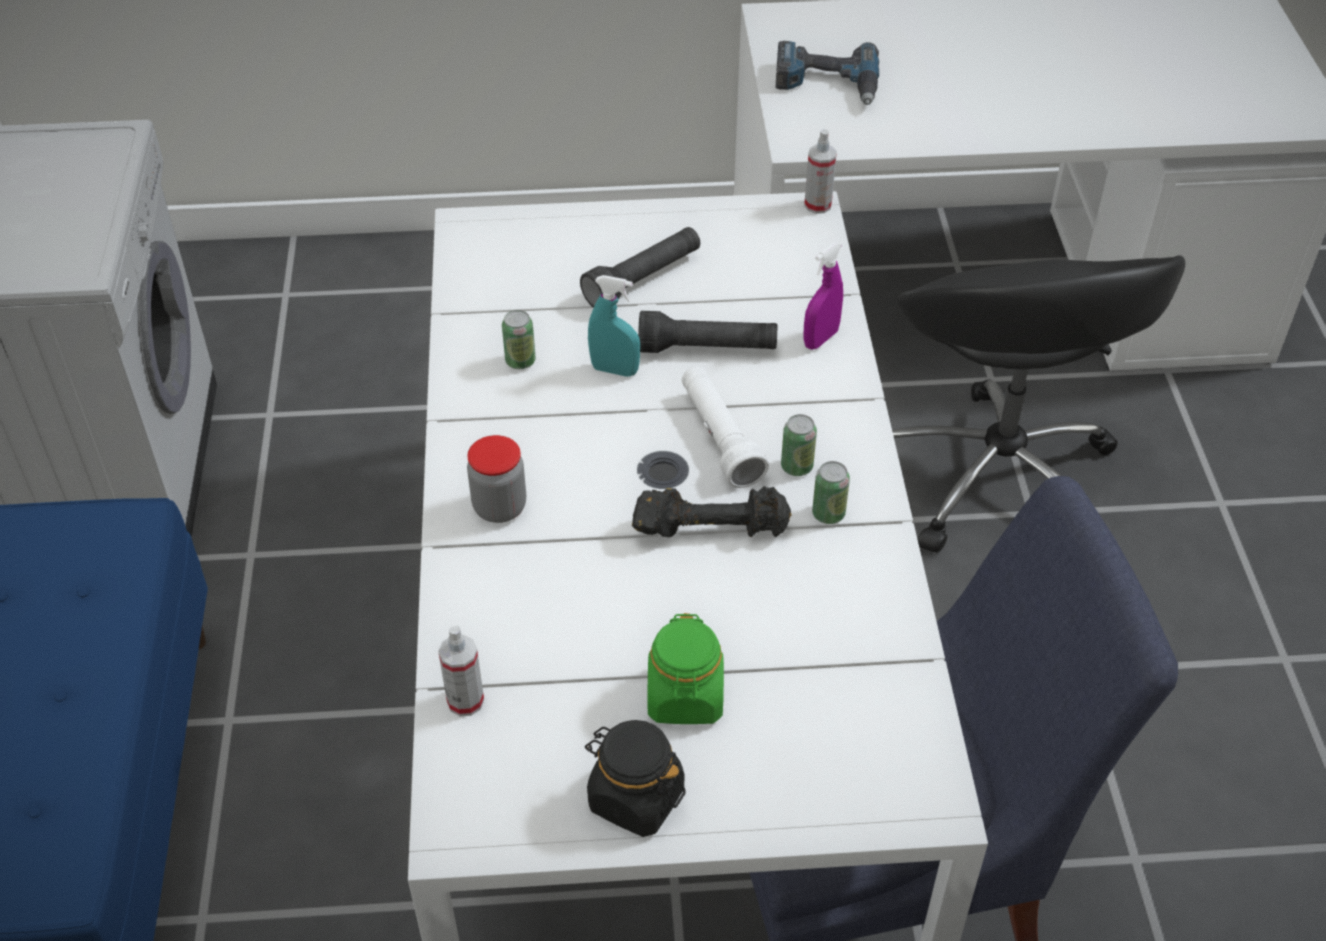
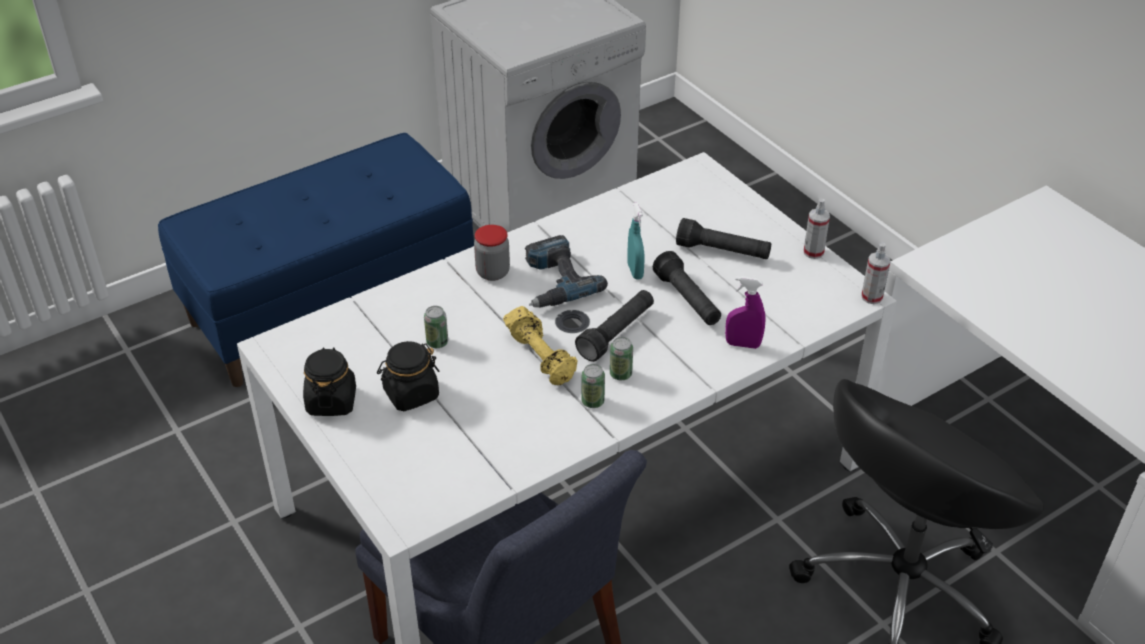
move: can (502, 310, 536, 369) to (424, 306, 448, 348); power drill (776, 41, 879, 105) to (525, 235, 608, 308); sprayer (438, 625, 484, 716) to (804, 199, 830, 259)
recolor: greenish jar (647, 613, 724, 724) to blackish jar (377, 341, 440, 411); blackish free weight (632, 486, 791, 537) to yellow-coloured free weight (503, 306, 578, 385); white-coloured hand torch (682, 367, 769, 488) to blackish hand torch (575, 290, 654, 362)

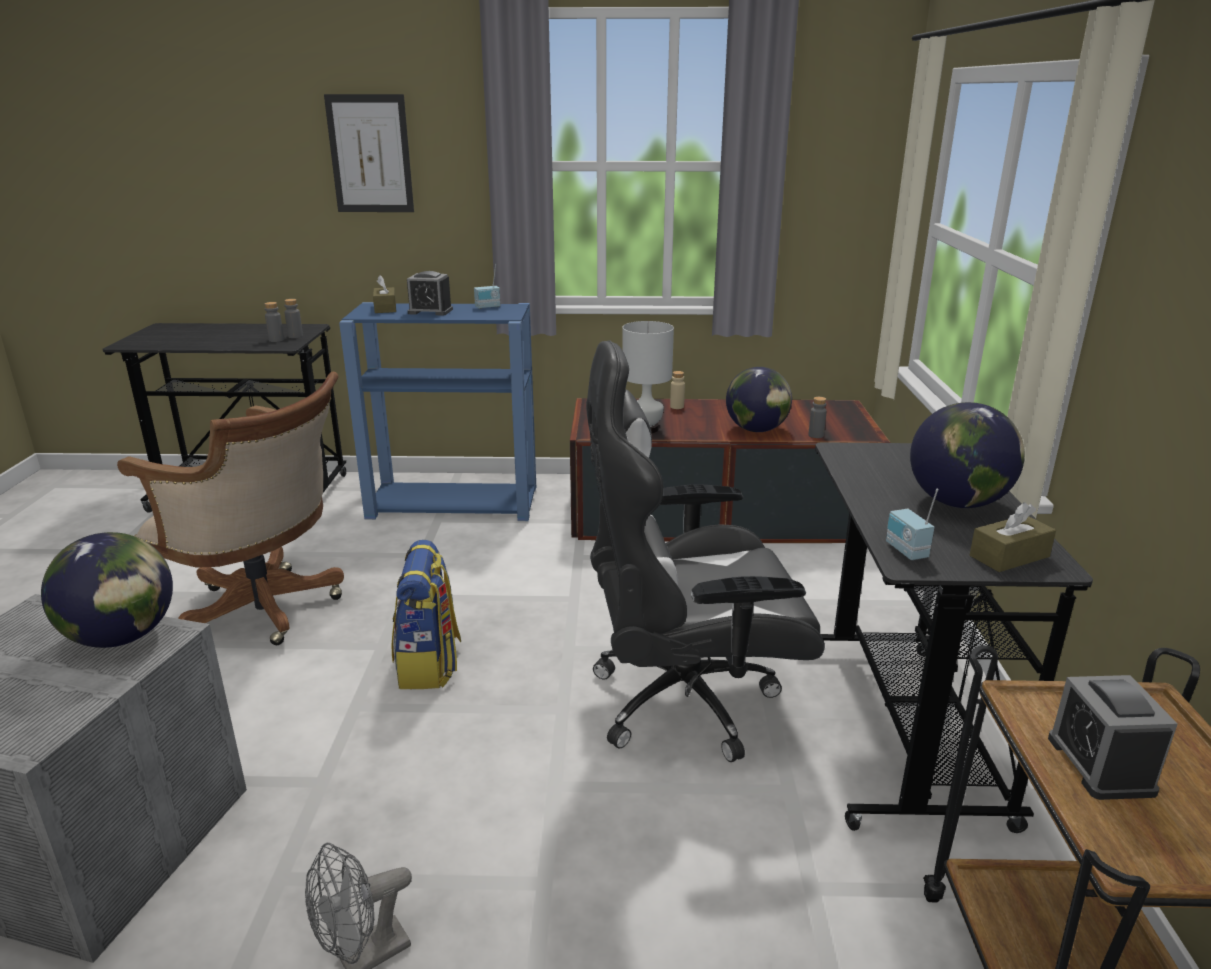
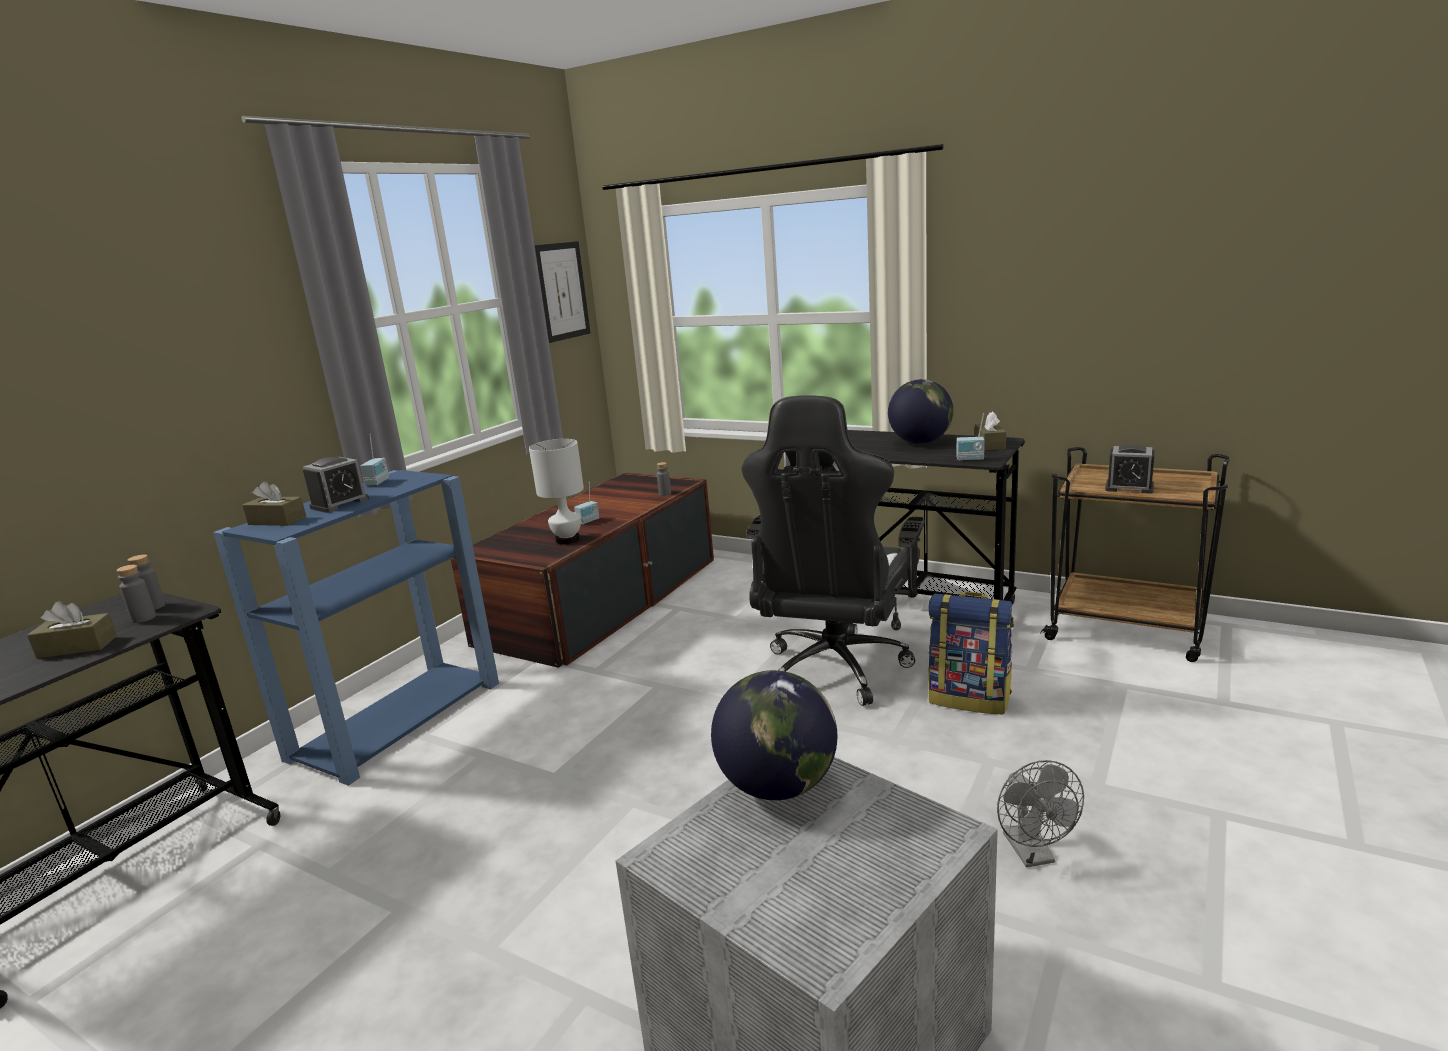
delete: computer chair (117, 372, 344, 645); beige-coloured bottle (670, 371, 685, 409); world globe (726, 367, 792, 432)
insert: brownish tissue box (27, 601, 117, 659); radio receiver (574, 482, 599, 525)
move: wall art (324, 94, 414, 212) to (535, 241, 591, 343); rucksack (391, 540, 461, 689) to (928, 592, 1014, 715)

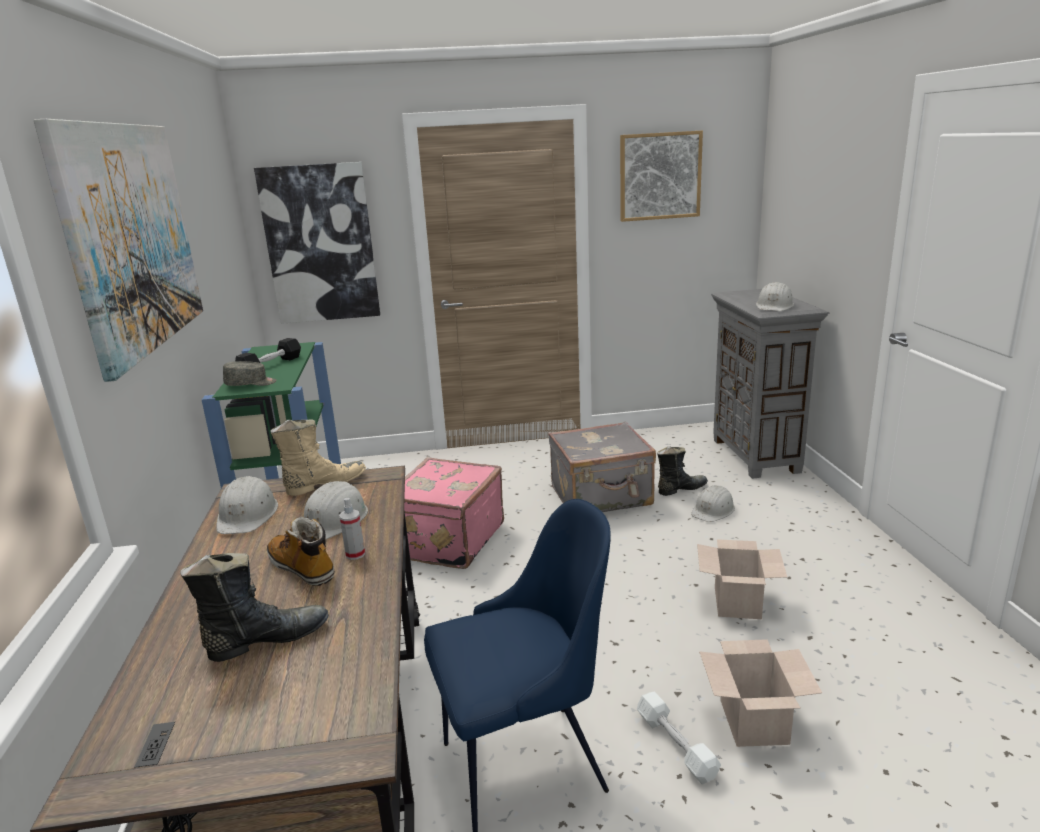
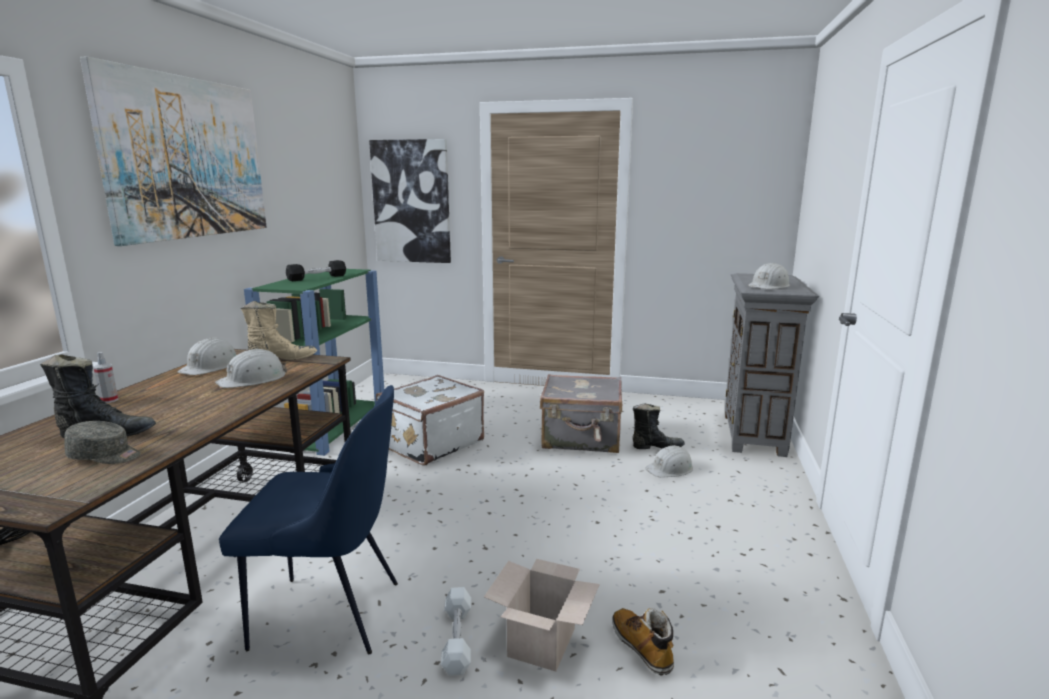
delete: wall art (620, 131, 703, 222); cardboard box (697, 539, 787, 619)
move: grey baseball cap (223, 361, 277, 386) to (64, 421, 140, 464); sprayer (339, 498, 365, 560) to (93, 352, 118, 403); high-top boot (267, 516, 335, 586) to (612, 608, 674, 676)
recolor: pink suitcase (404, 457, 504, 569) to white-coloured suitcase (376, 375, 484, 465)

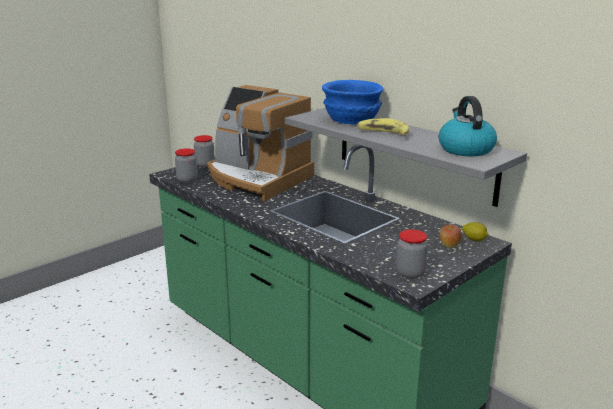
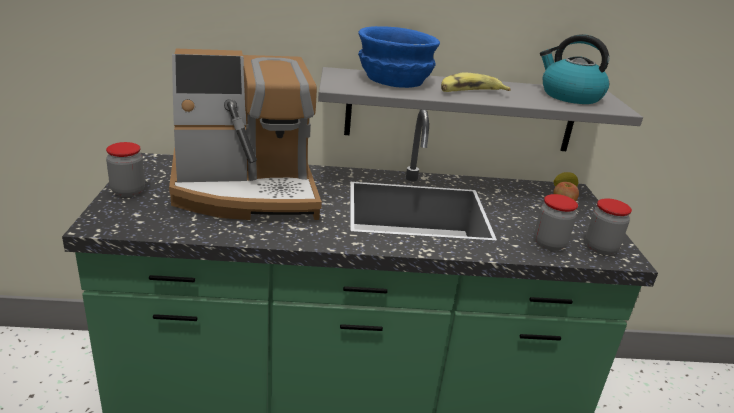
move: jar (175, 148, 198, 183) to (534, 194, 578, 251)

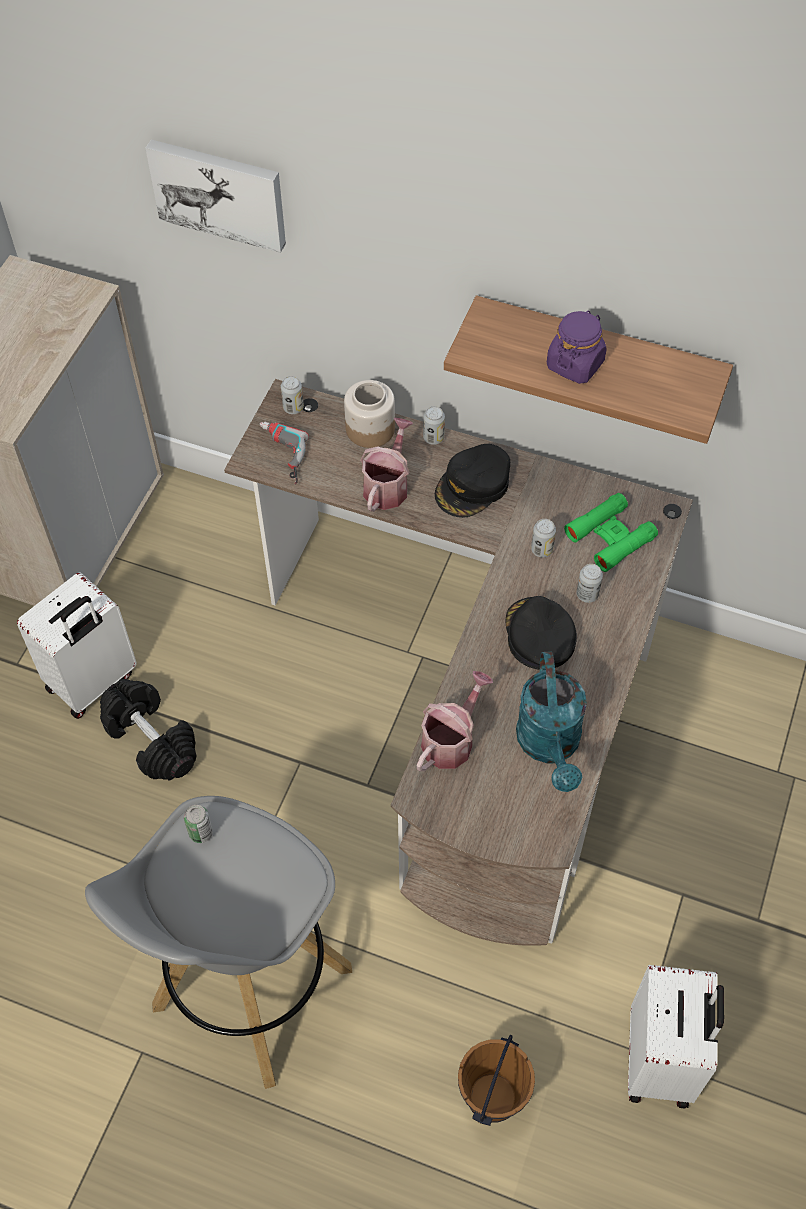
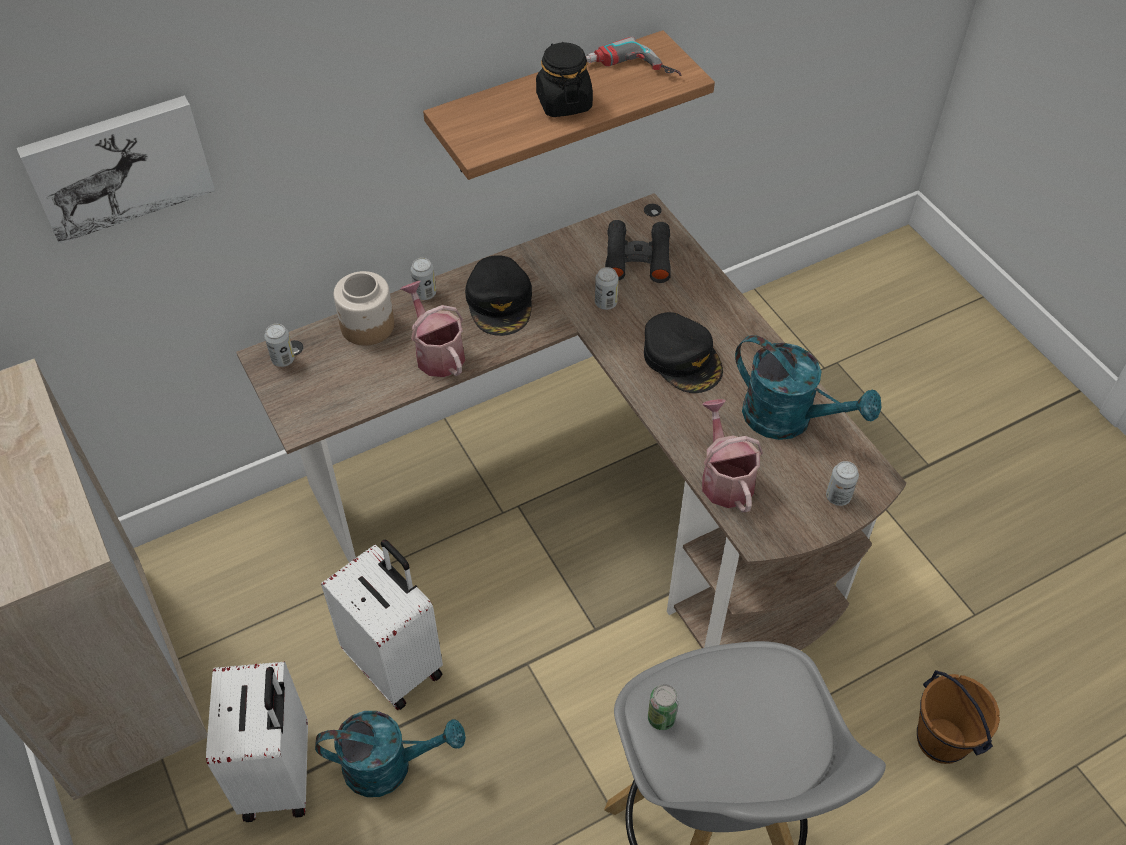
move: white-coloured suitcase (628, 965, 724, 1109) to (321, 540, 443, 710); power drill (259, 422, 309, 485) to (586, 37, 681, 76); can (577, 564, 603, 603) to (826, 461, 859, 506)
replace: blackish free weight (100, 679, 196, 780) to turquoise watering pot (315, 711, 466, 797)
recolor: purple jar (547, 310, 607, 384) to blackish jar (536, 42, 593, 117); greenish field glasses (564, 493, 658, 572) to blackish field glasses (605, 220, 671, 283)
rotate: blackish baseball cap (506, 596, 577, 670) = (644, 312, 723, 393) 150 degrees counterclockwise

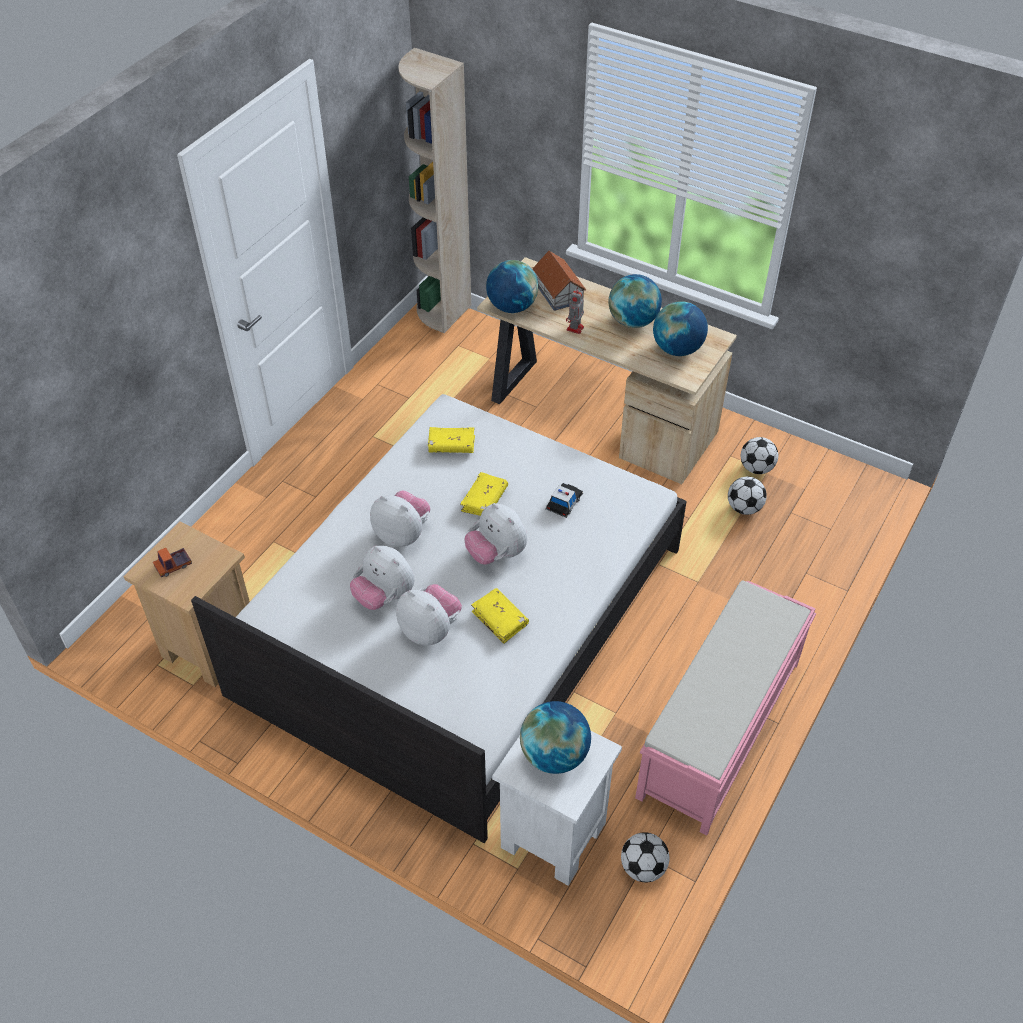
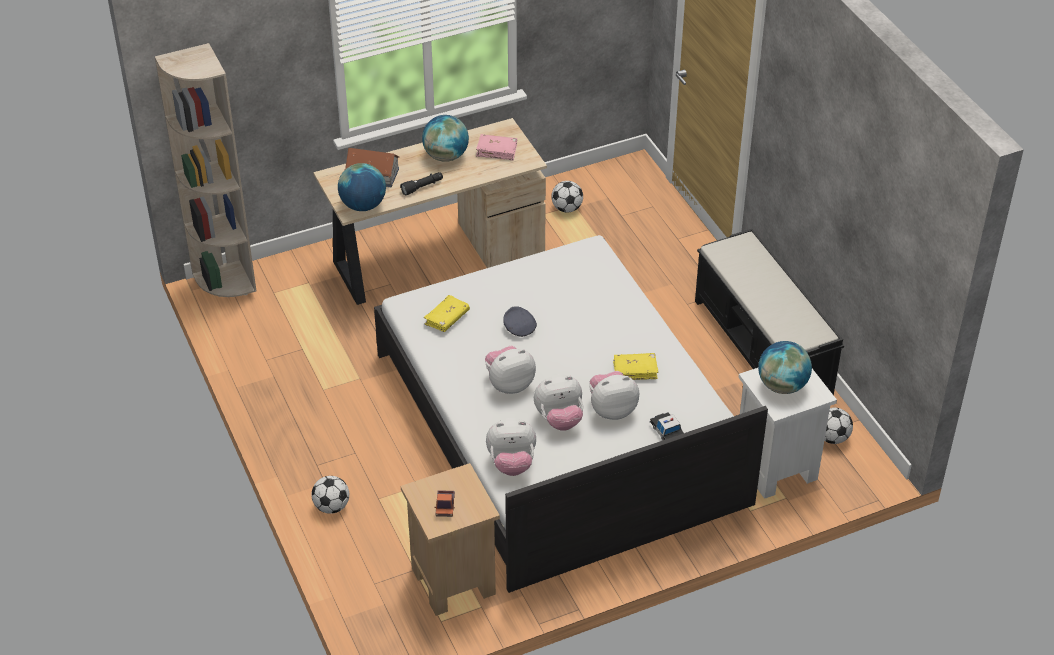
move: football ball (728, 477, 767, 515) to (311, 476, 349, 514); plush toy (465, 503, 527, 565) to (486, 418, 536, 476); model car (545, 483, 583, 518) to (649, 412, 683, 441)
replace: model robot (566, 289, 584, 334) to blackish hand torch (400, 172, 443, 196); world globe (653, 301, 708, 356) to pink bound book (476, 134, 517, 160); yellow-coloured bound book (460, 472, 508, 516) to grey baseball cap (503, 306, 537, 337)
recolor: pink bench (635, 580, 816, 836) to blackish bench (695, 229, 844, 395)

